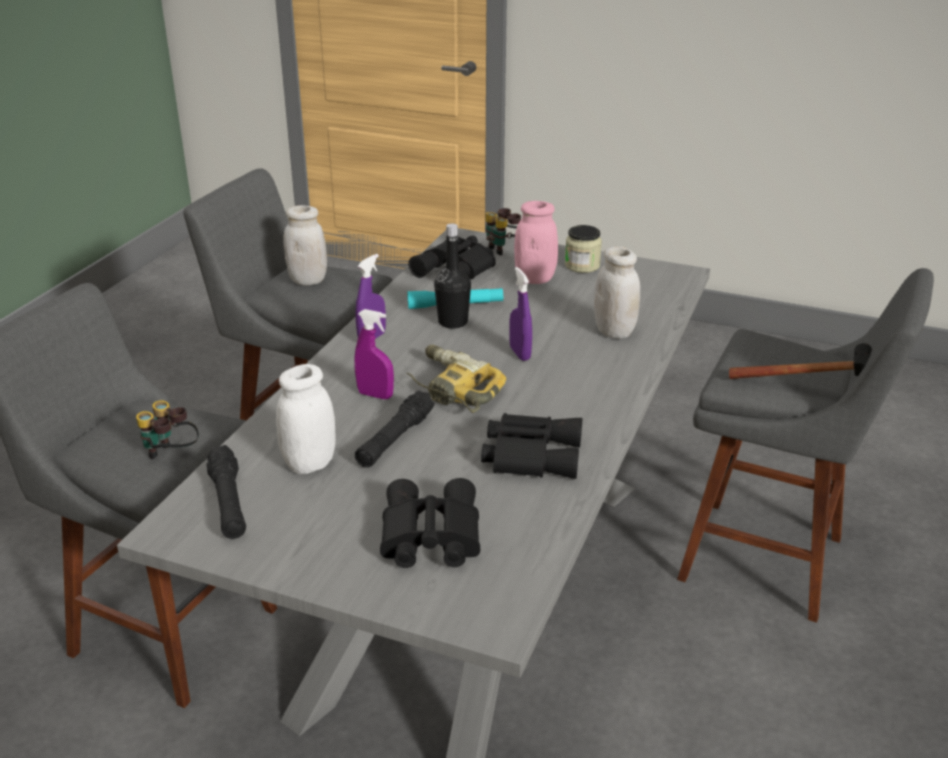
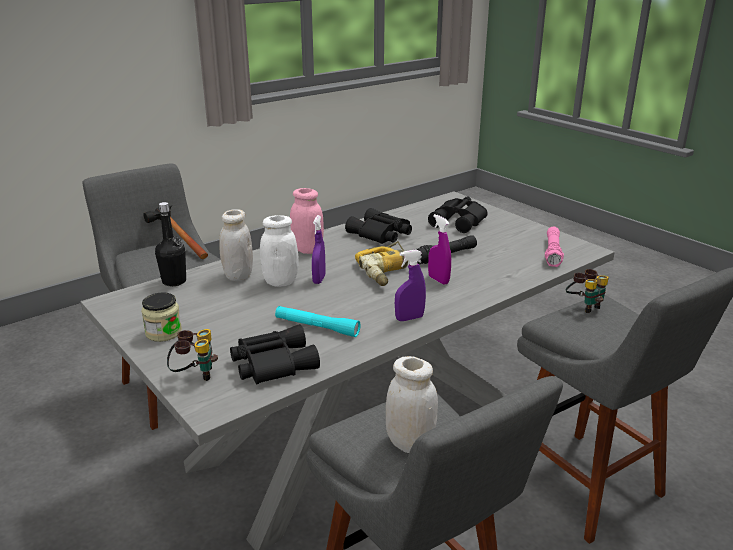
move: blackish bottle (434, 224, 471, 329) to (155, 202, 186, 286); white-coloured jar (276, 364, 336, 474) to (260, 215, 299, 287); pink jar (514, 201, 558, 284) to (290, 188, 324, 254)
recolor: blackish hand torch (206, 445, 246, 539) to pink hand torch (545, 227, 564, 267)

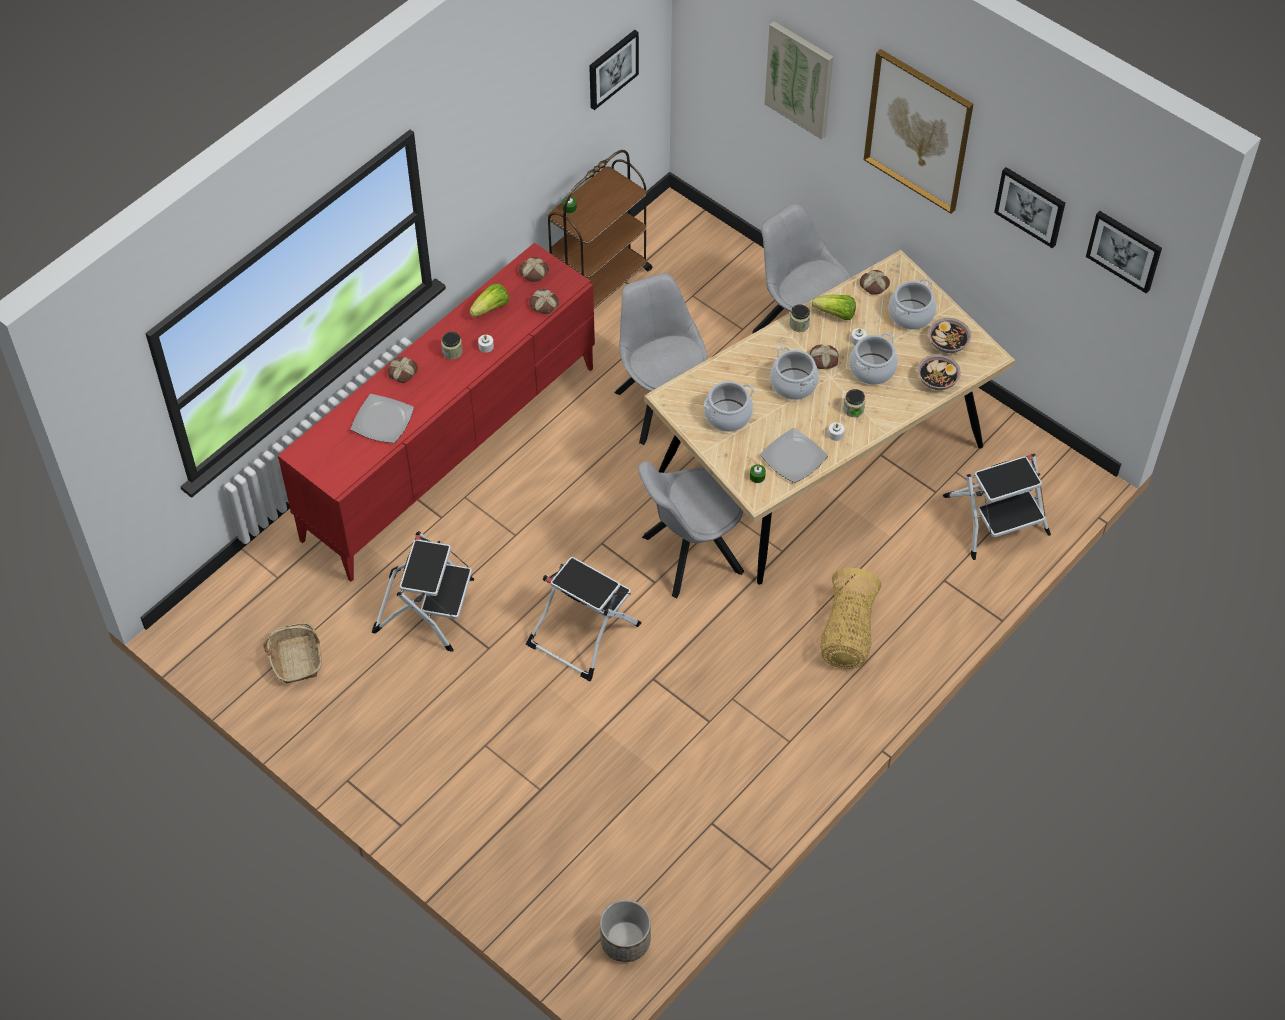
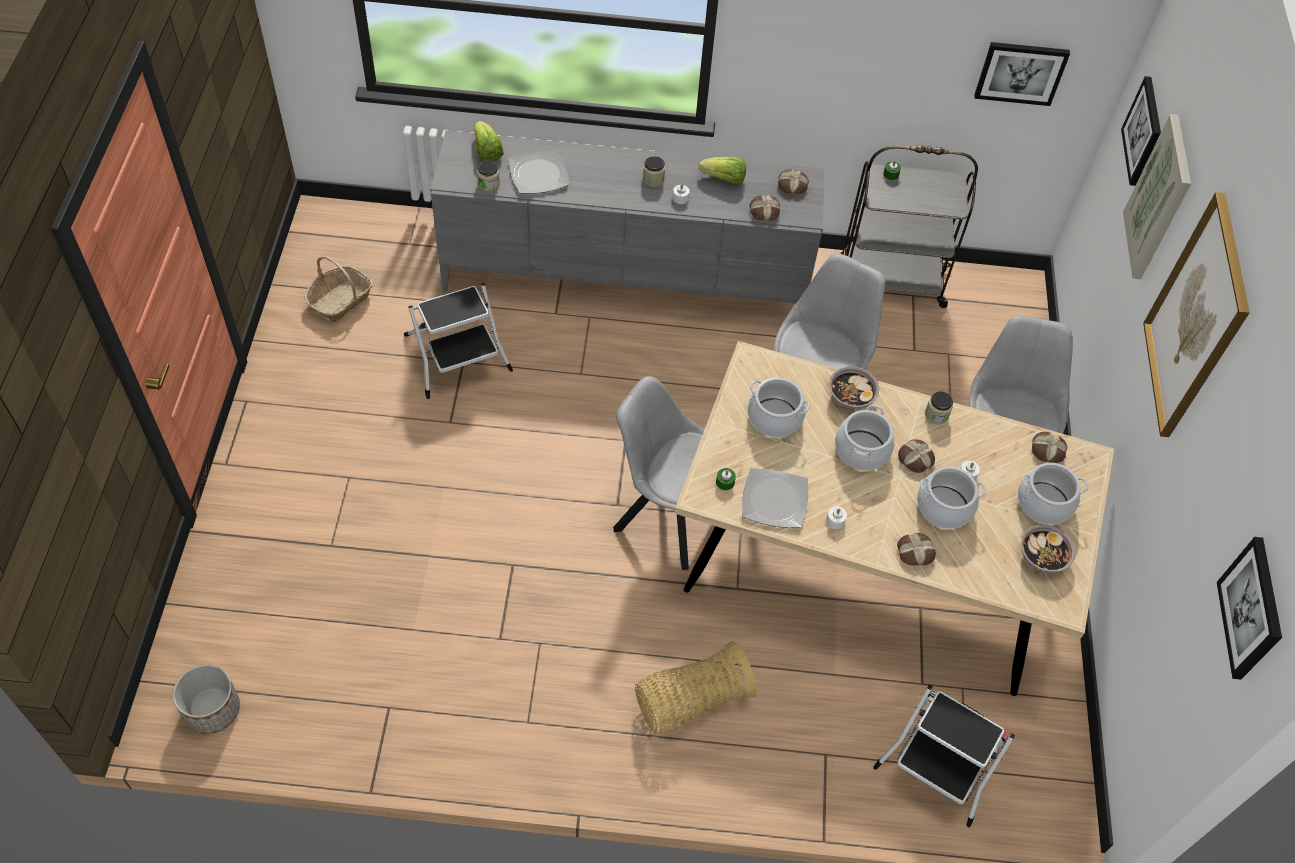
delete: step ladder (526, 557, 642, 681)
move: lettuce head (812, 295, 856, 320) to (474, 121, 504, 161); jar (843, 389, 865, 417) to (477, 160, 500, 191); serving bowl (917, 354, 961, 390) to (829, 366, 880, 409); bread (387, 357, 418, 383) to (897, 533, 936, 566); wall art (994, 167, 1065, 248) to (1121, 76, 1161, 186)
recolor: reddish cupboard (278, 243, 595, 582) to grey cupboard (430, 130, 825, 304); brownish wheeled cart (548, 150, 652, 309) to grey wheeled cart (840, 145, 978, 308)

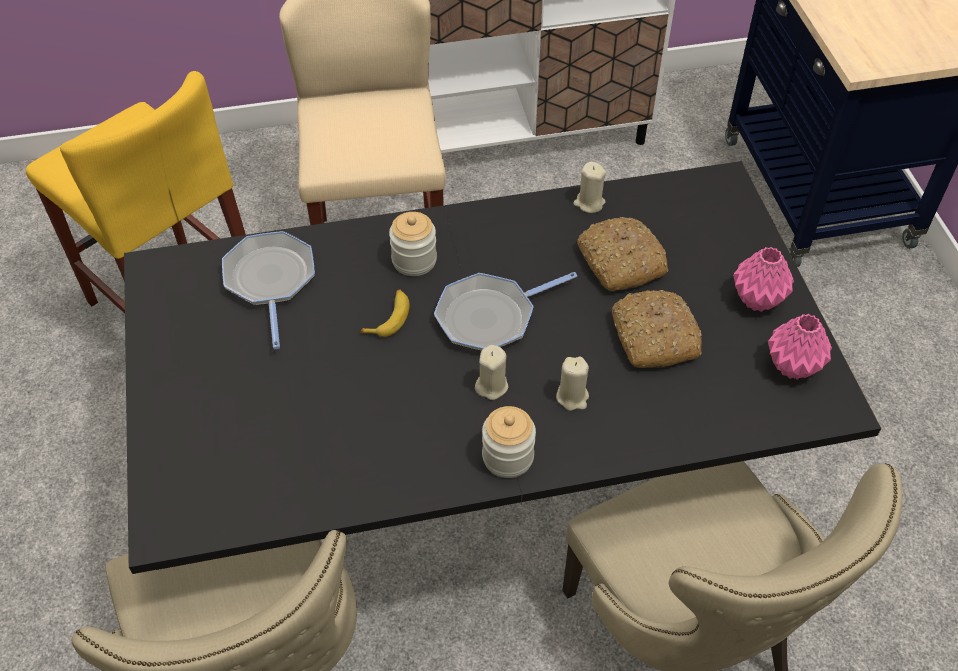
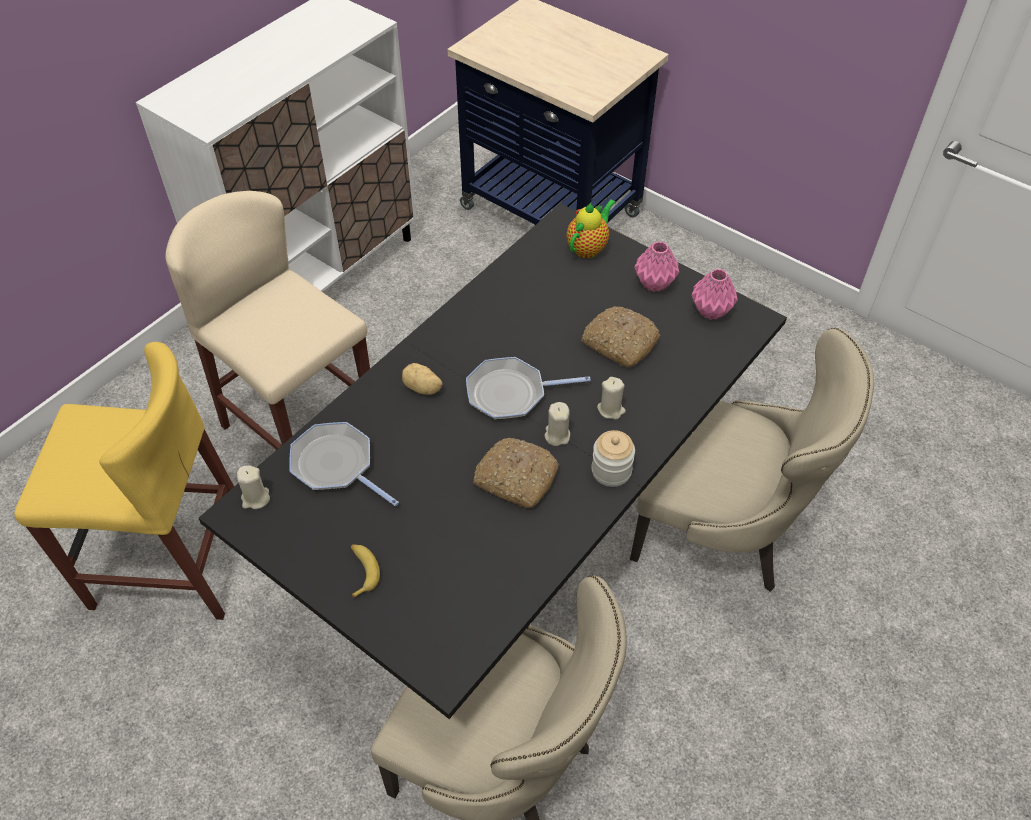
insert: tea pot (566, 199, 616, 258)
move: beige-coloured wax light (573, 161, 606, 213) to (237, 465, 270, 509); whole banana (360, 290, 409, 337) to (351, 544, 380, 599); bread (577, 217, 668, 291) to (473, 438, 559, 508)
replace: jar (389, 212, 437, 276) to spud (402, 363, 443, 395)
rotate: skillet (434, 272, 577, 351) = (466, 357, 591, 420) 60 degrees clockwise

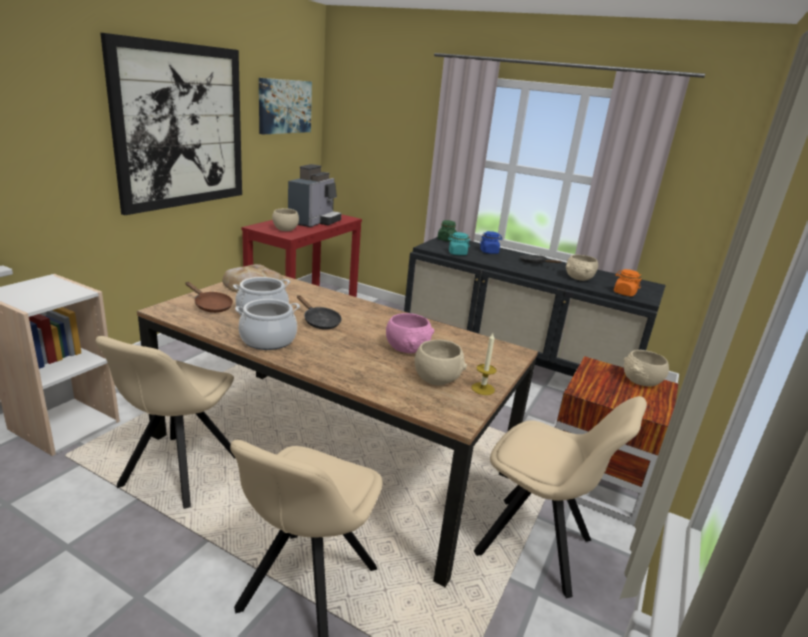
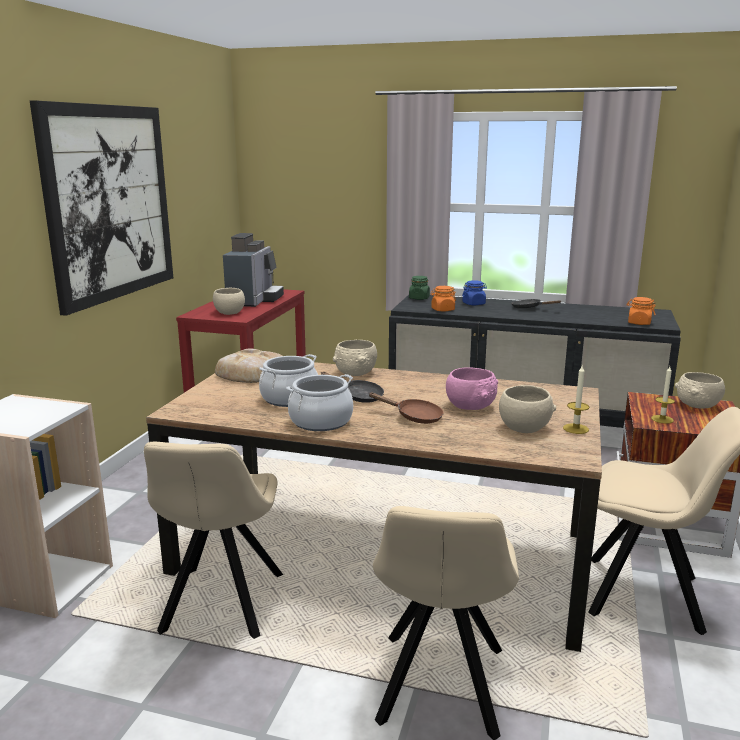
delete: wall art (259, 78, 312, 134)
insert: wax light (651, 366, 675, 424)
move: beige-coloured serving bowl (566, 255, 598, 281) to (333, 340, 377, 376); brownish skillet (185, 282, 233, 313) to (368, 392, 443, 424)
recolor: turquoise jar (448, 232, 470, 255) to orange-coloured jar (431, 286, 456, 311)

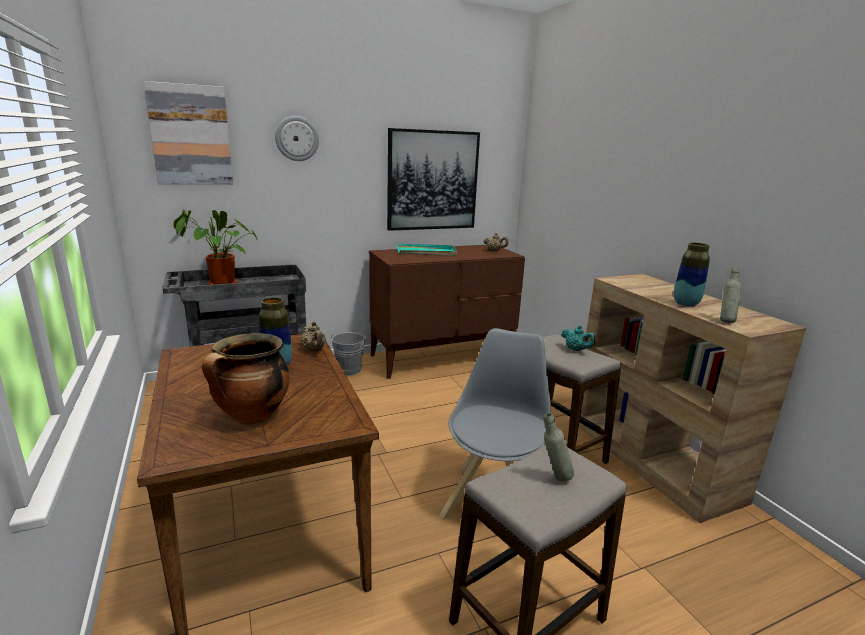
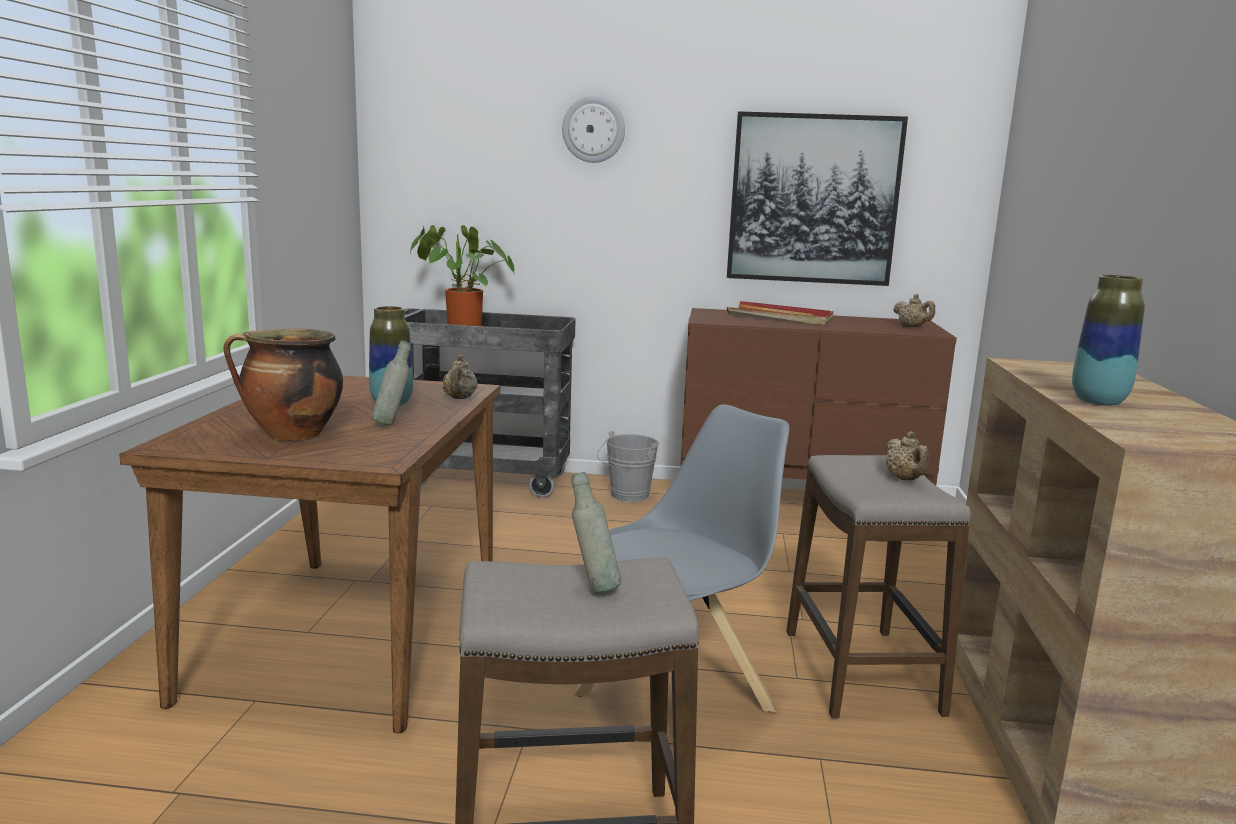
delete: wall art (143, 81, 233, 184)
move: grey bottle (720, 267, 742, 323) to (372, 340, 411, 425)
recolor: turquoise tray (397, 244, 457, 256) to reddish tray (727, 301, 834, 325); turquoise tea pot (561, 325, 595, 351) to beige-coloured tea pot (885, 432, 929, 480)

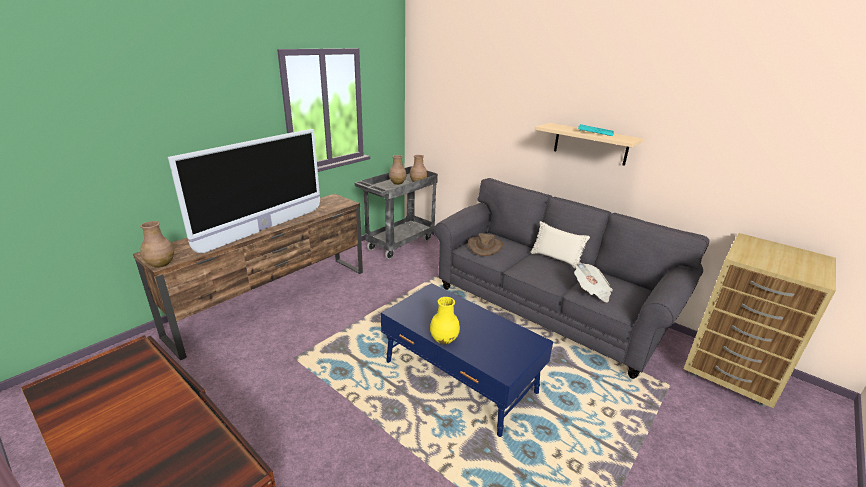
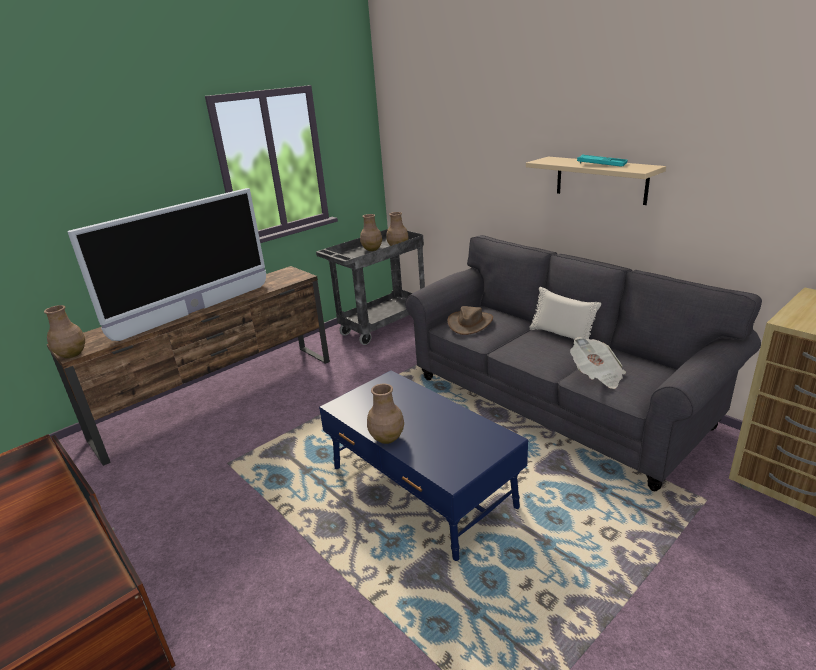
recolor: yellow-coloured vase (430, 297, 460, 345) to brownish vase (367, 384, 404, 444)

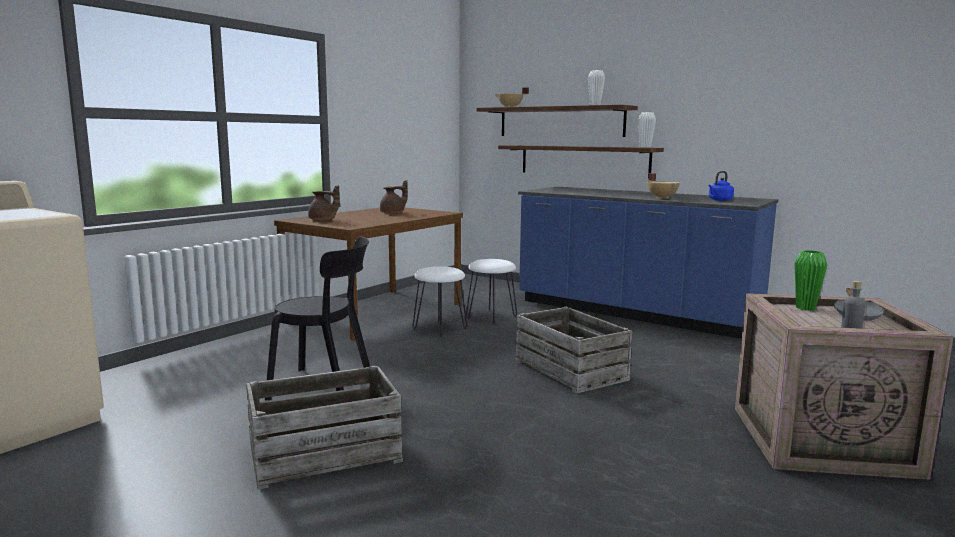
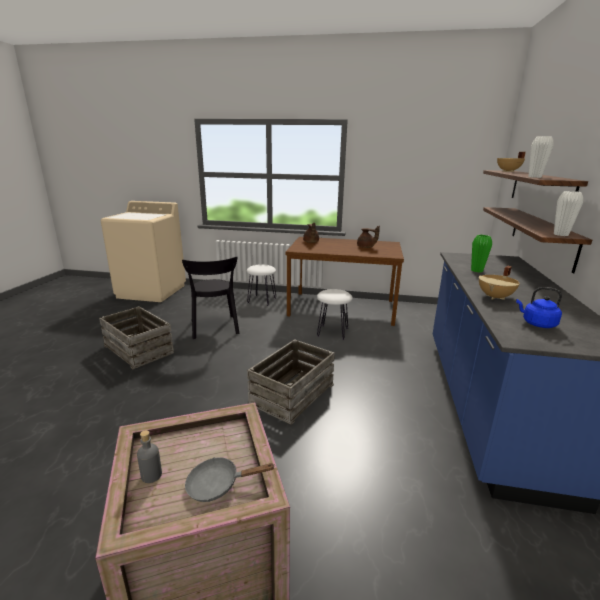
move: white-coloured stool seat (466, 259, 517, 325) to (247, 264, 276, 306); greenish vase (794, 250, 827, 310) to (471, 235, 492, 272)

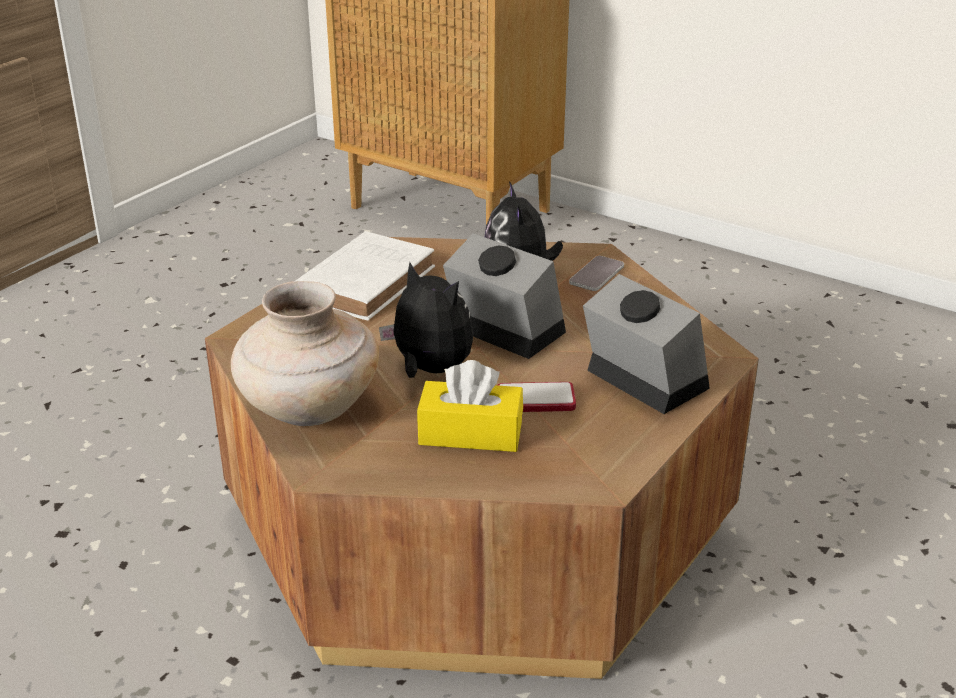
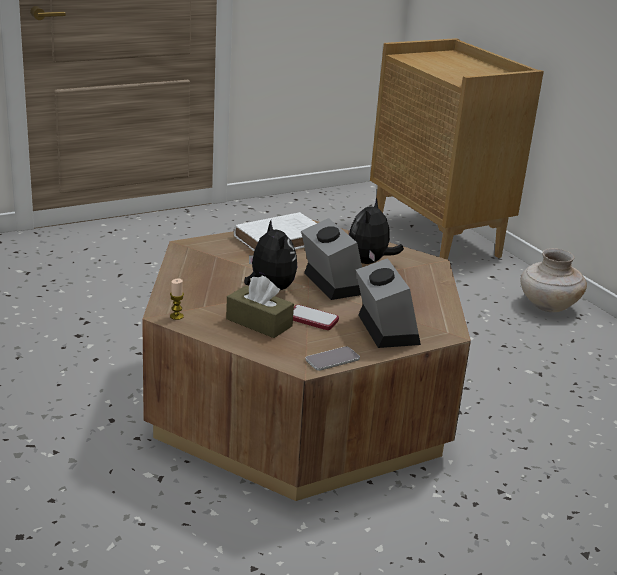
insert: wax light (170, 278, 184, 320)
move: telephone (569, 256, 624, 291) to (305, 346, 360, 371); beige-coloured vase (231, 281, 379, 426) to (521, 248, 587, 312)
recolor: yellow-coloured tissue box (417, 360, 523, 452) to brownish tissue box (226, 276, 294, 338)

